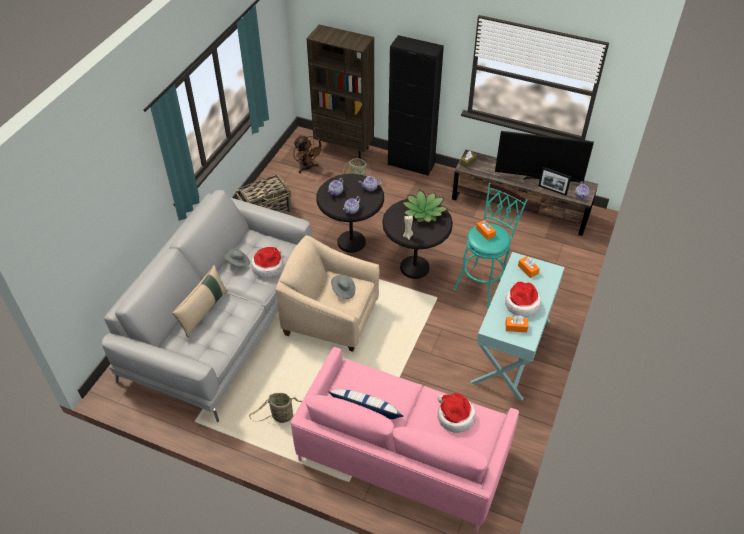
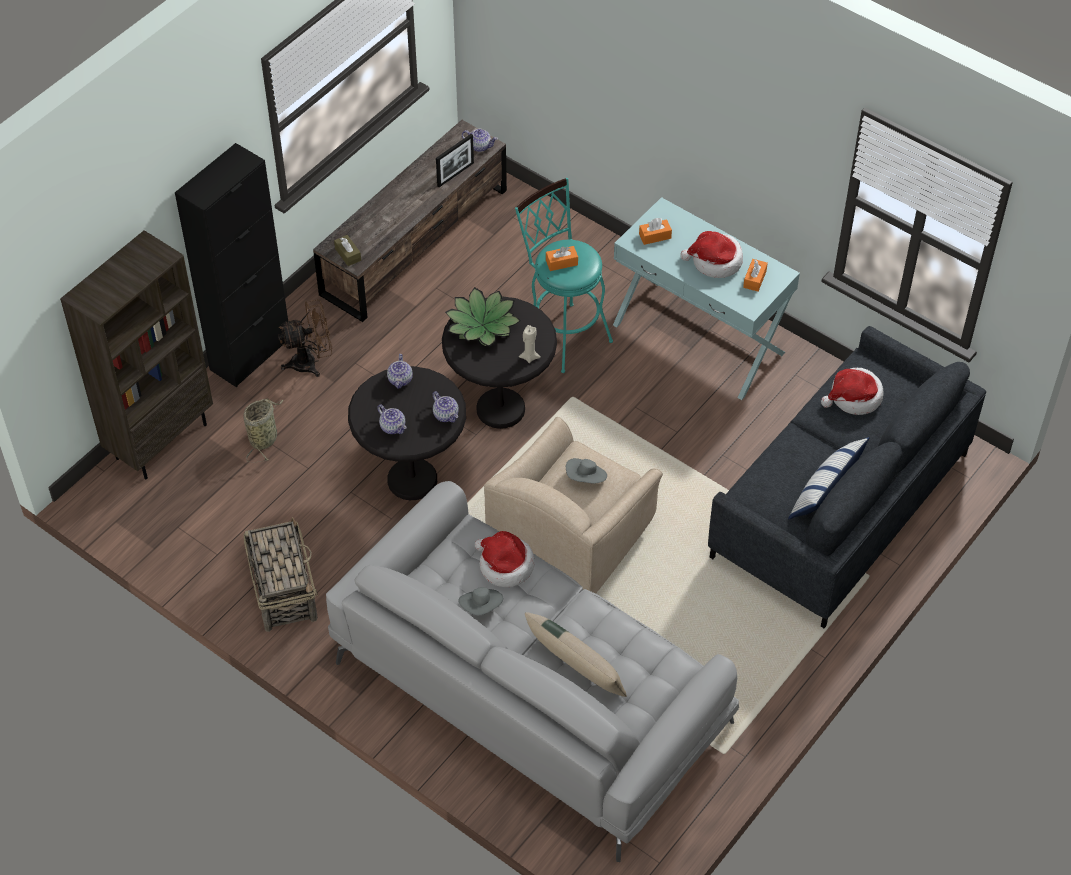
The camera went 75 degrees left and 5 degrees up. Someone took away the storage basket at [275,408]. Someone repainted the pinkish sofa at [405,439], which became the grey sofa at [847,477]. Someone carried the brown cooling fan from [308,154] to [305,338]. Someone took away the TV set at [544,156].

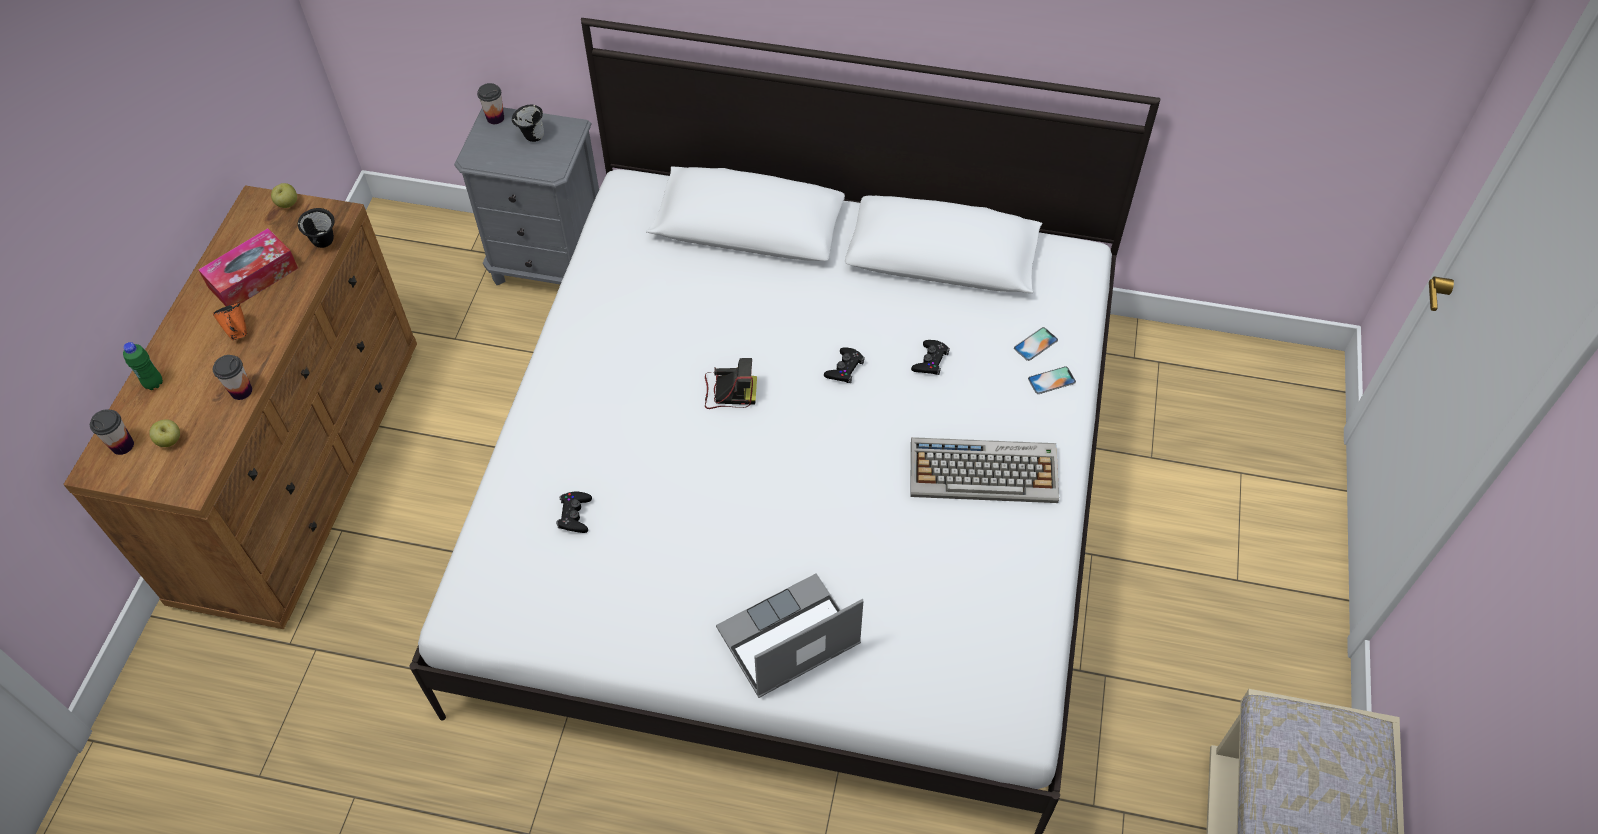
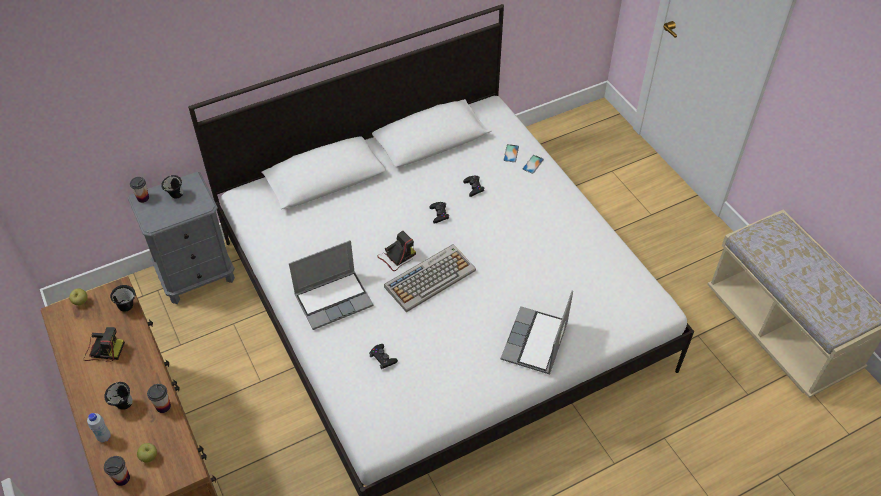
The camera went 40 degrees left and 5 degrees down. Someone repainted the greenish beverage bottle at [143,366], which became the whitish beverage bottle at [99,428]. Someone swapped the tissue box at [248,267] for the still camera at [104,344]. Someone took away the orangey tea mug at [230,322]. Someone carried the PC keyboard from [984,470] to [430,278]. Someone put down the blackish tea mug at [118,396]. Someone put down the notebook computer at [331,285].

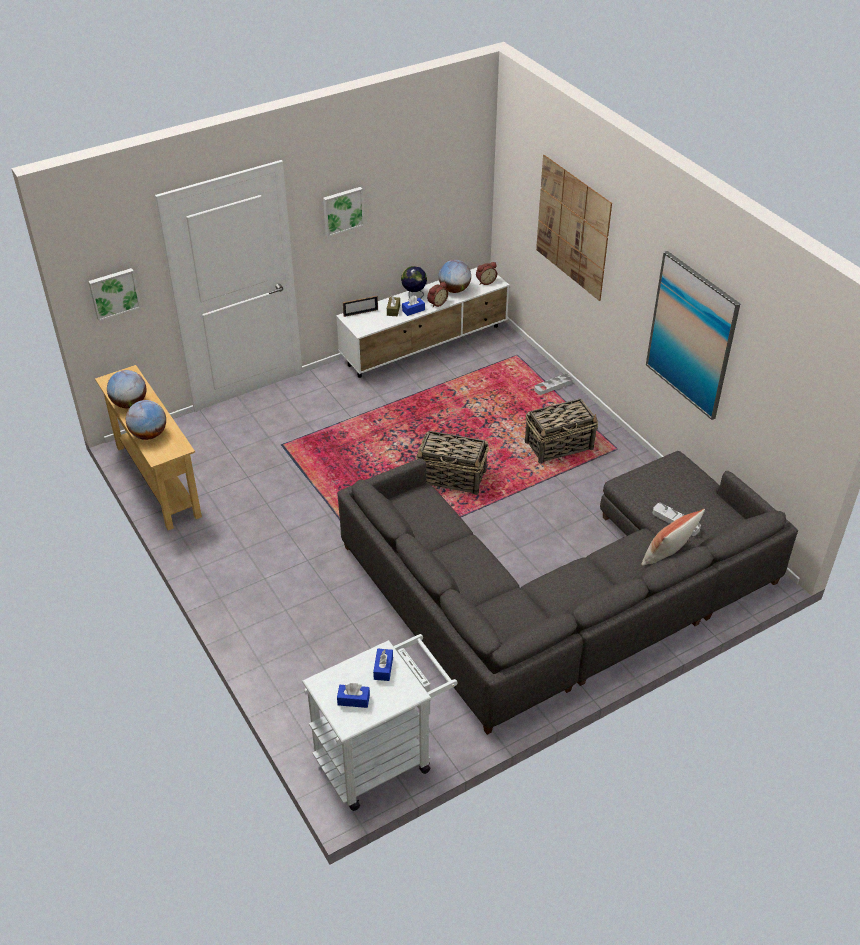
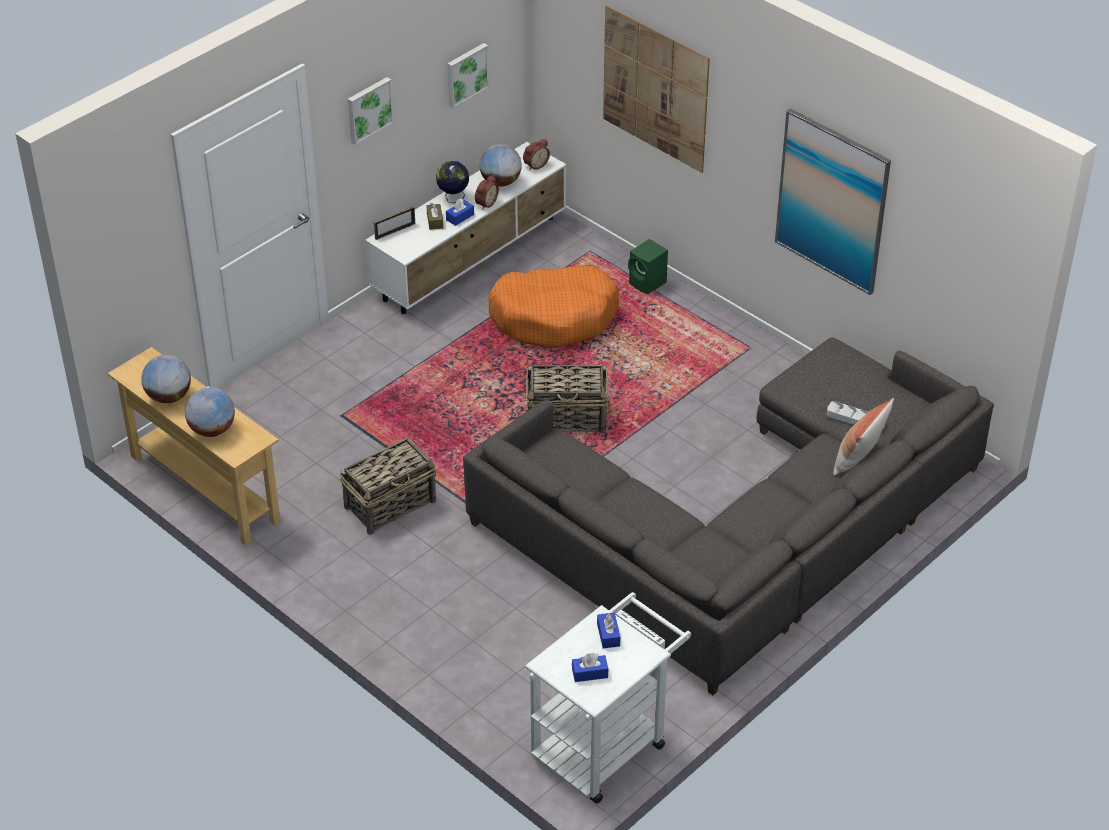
The camera went 15 degrees left and 0 degrees up. Someone carried the wall art from [114,294] to [468,75]. Someone carried the storage basket from [562,431] to [388,486]. Someone swapped the grey serving tray at [553,384] for the greenish audio speaker at [648,266]. Someone put down the orangey dog bed at [553,306].

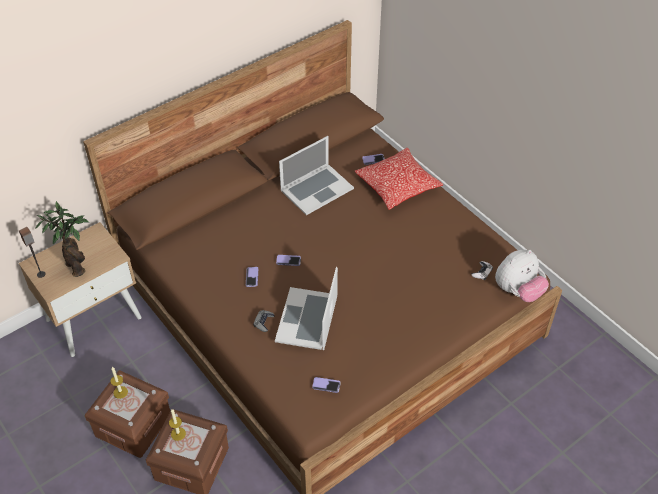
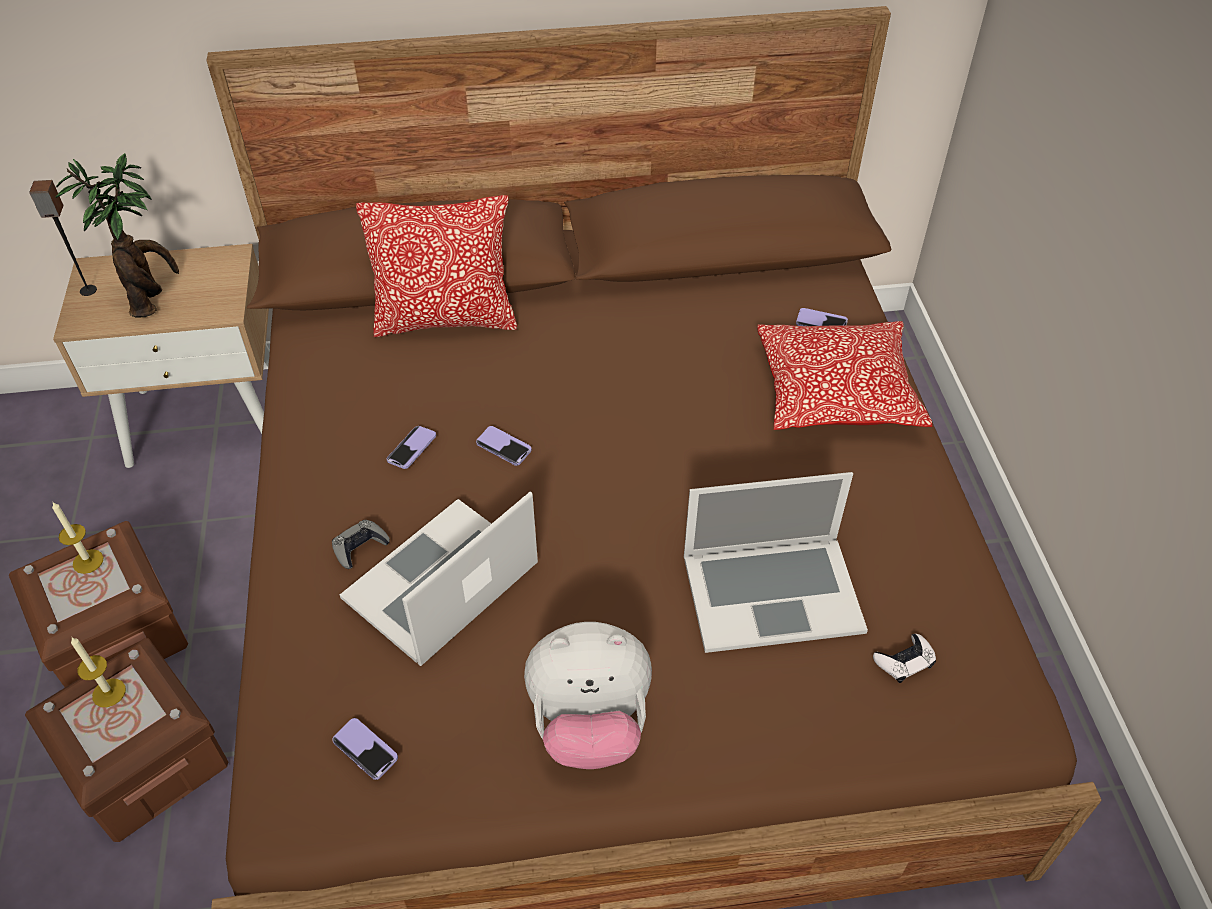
The camera went 30 degrees right and 0 degrees up. Someone carried the notebook computer from [316,175] to [776,562]. Someone carried the soft toy from [522,276] to [588,695]. Someone put down the cushion at [436,266].

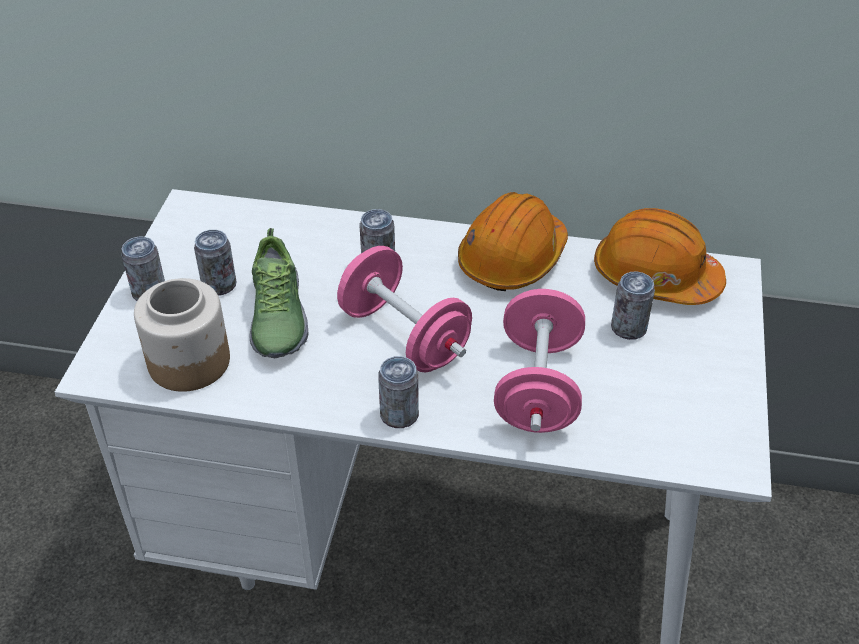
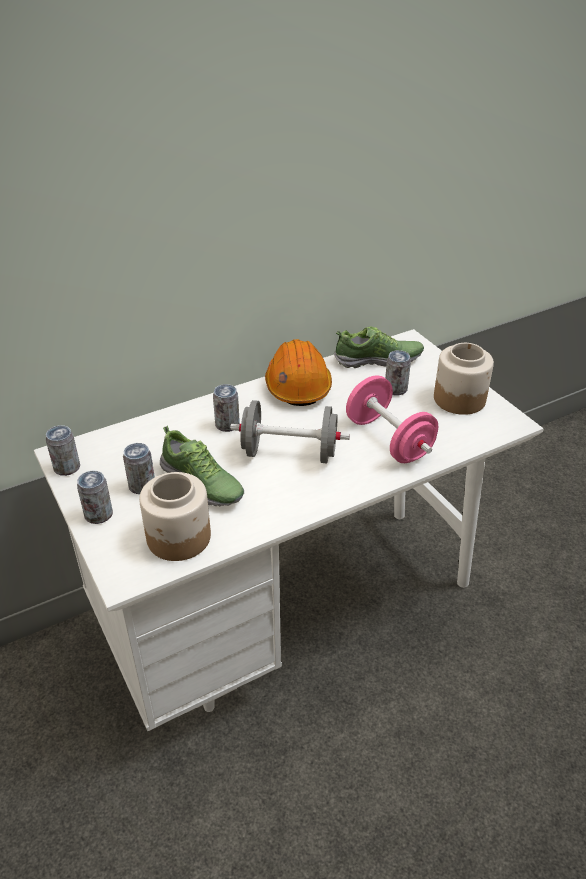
The camera went 40 degrees left and 5 degrees down. Someone repainted the pinkish free weight at [404,309], which became the grey free weight at [290,431]. Someone carried the sealed can from [398,392] to [63,450]. Someone swapped the orangey safety helmet at [660,256] for the item of footwear at [379,347]. Someone put down the preserve jar at [464,379].

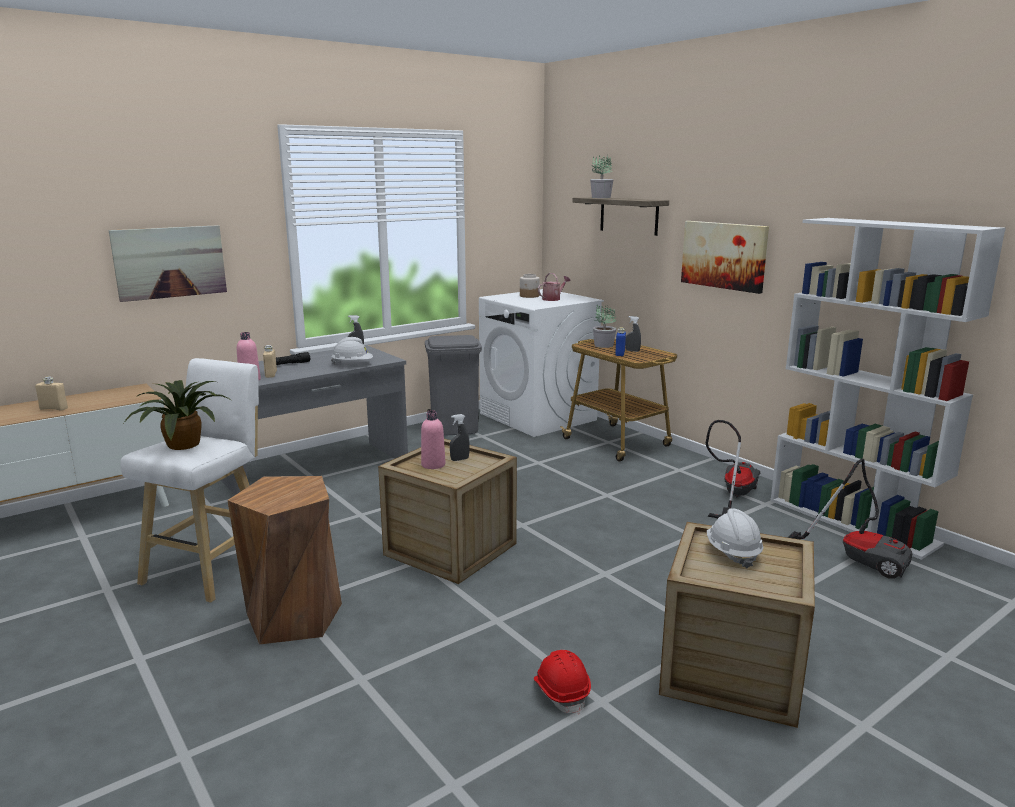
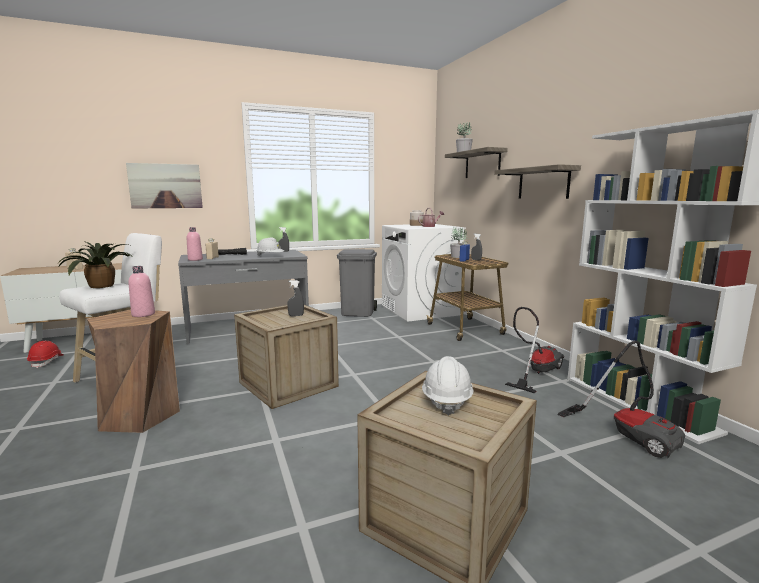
The camera went 15 degrees right and 5 degrees down. Someone carried the pinkish beverage bottle from [433,439] to [141,291]. Someone carried the red-coloured safety helmet from [562,682] to [45,354]. Someone swapped the wall art at [725,257] for the bracket shelf at [537,181].

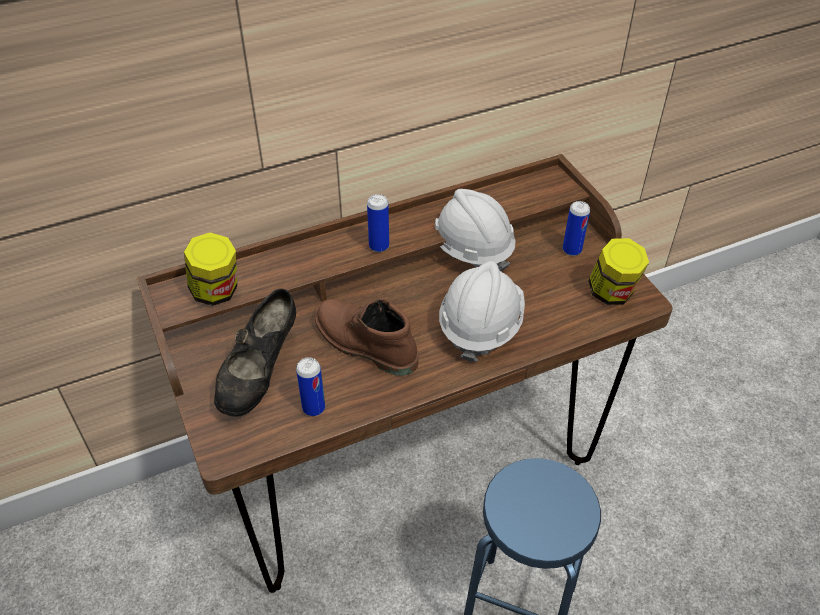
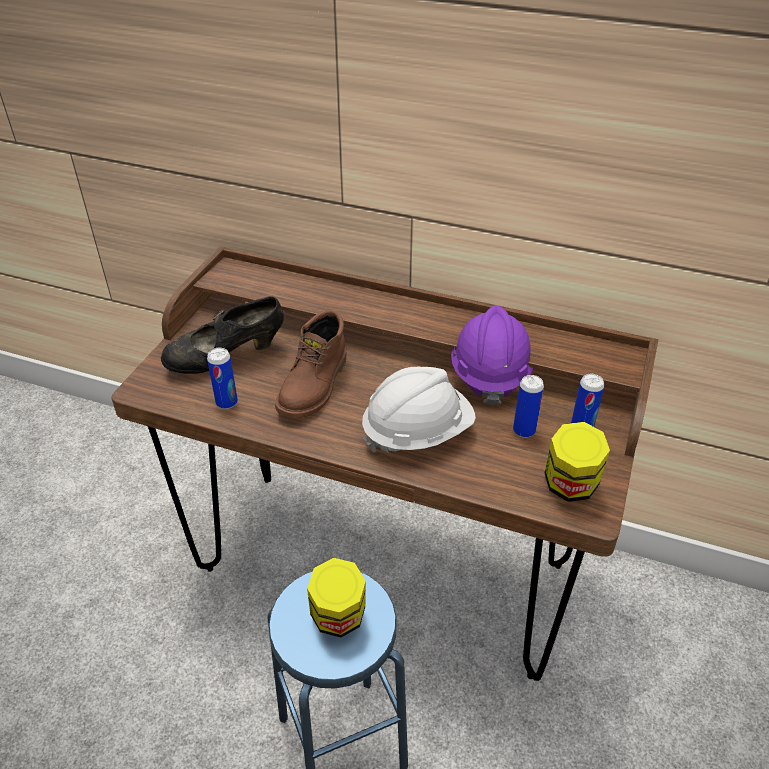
The camera went 45 degrees right and 5 degrees down. Someone carried the preserve jar from [210,269] to [336,598]. Someone rotated the brown tall boot at [367,337] by 150 degrees counterclockwise. Someone carried the sealed can from [378,223] to [528,406]. Someone repainted the whitish safety helmet at [475,230], which became the purple safety helmet at [492,355].

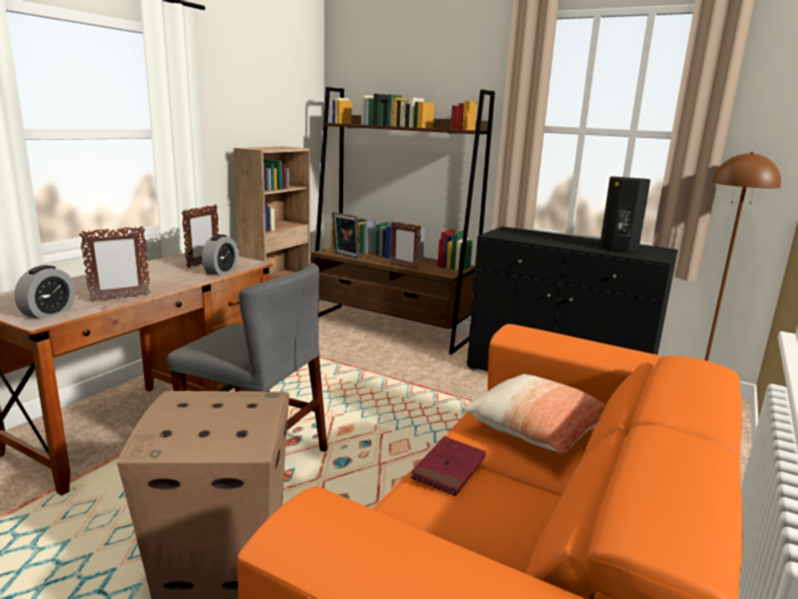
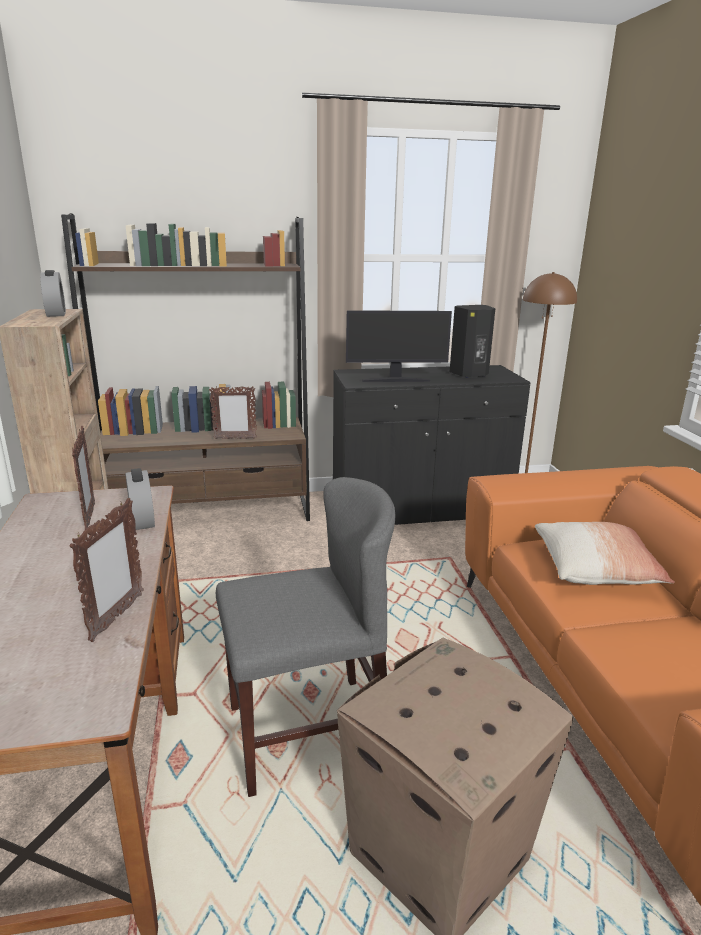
The camera went 40 degrees left and 5 degrees up. Someone carried the bedside clock from [44,292] to [53,293]. Someone took away the photo frame at [346,235]. Someone took away the red-coloured bound book at [448,466]. Someone put down the monitor at [399,346].

